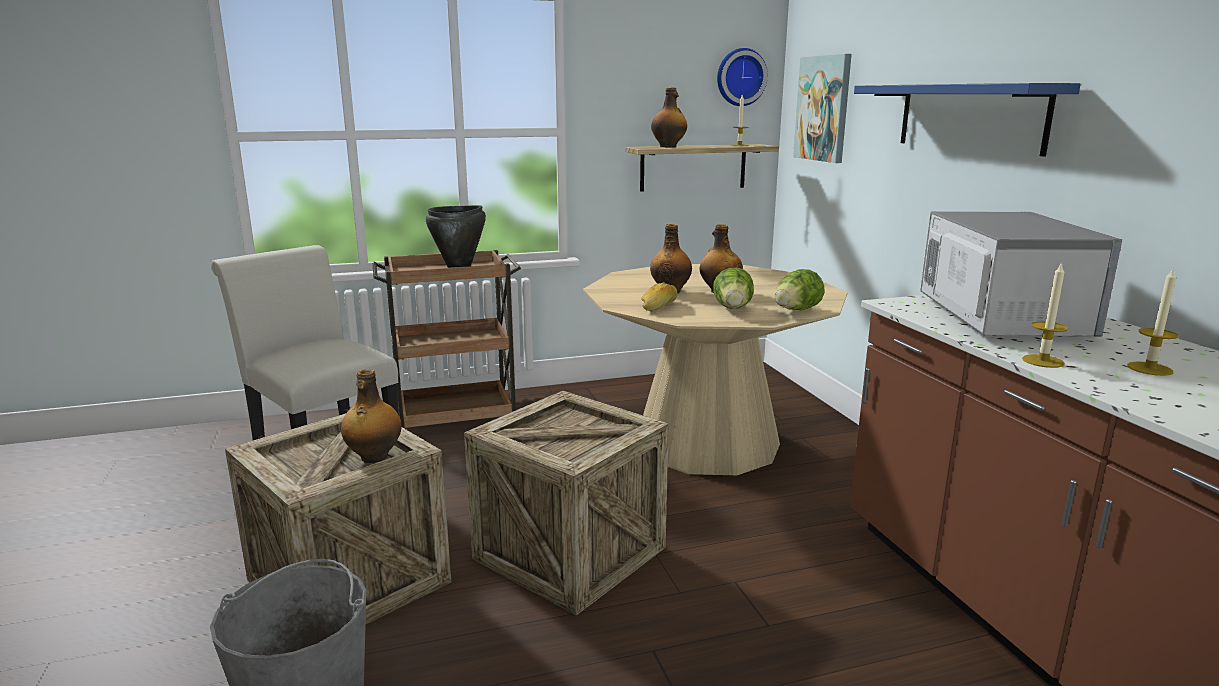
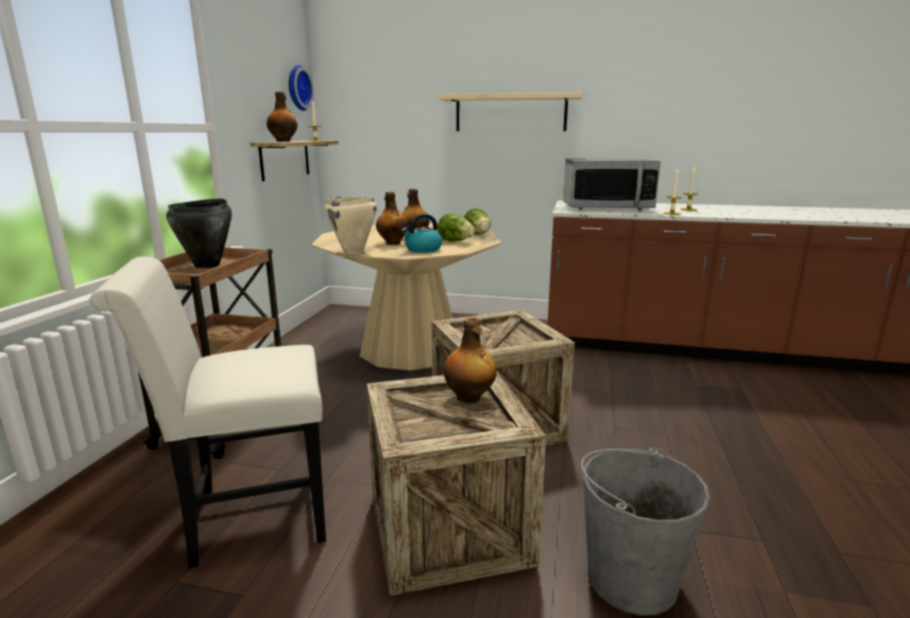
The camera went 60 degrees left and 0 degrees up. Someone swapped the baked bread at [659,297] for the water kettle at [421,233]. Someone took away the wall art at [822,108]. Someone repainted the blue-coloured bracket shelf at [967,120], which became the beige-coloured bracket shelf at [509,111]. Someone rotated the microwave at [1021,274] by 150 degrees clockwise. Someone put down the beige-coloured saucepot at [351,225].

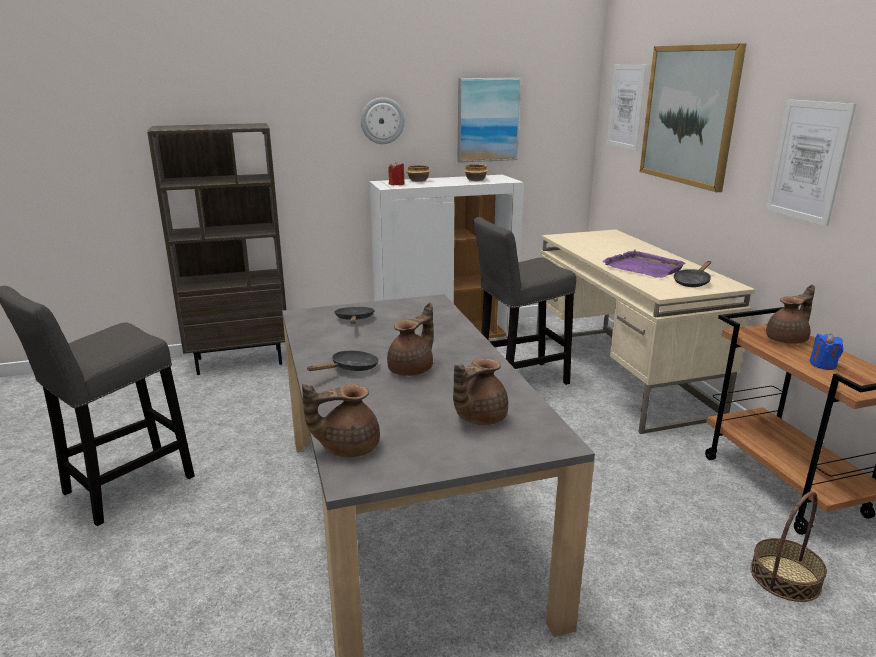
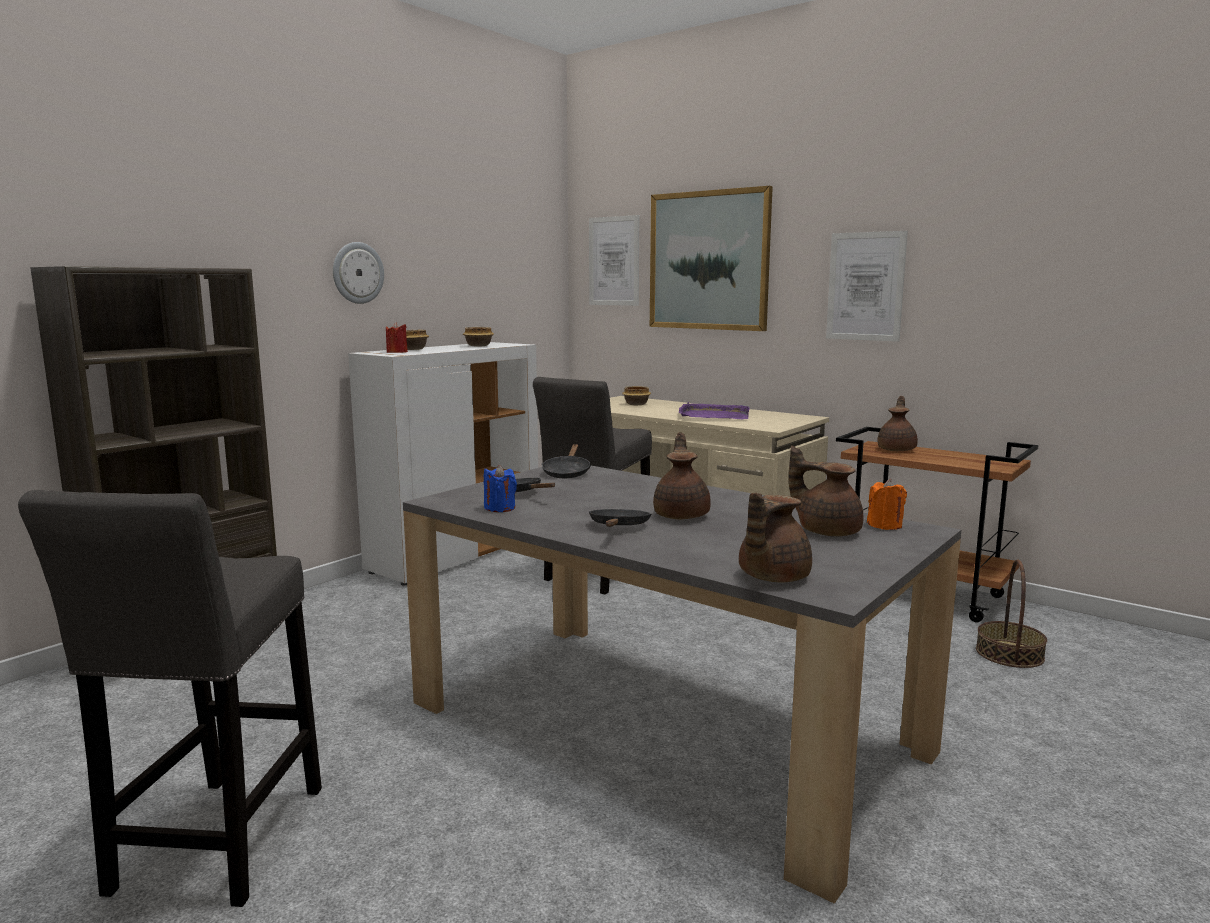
The camera went 35 degrees left and 10 degrees down. Someone rotated the brown tea pot at [480,391] by 120 degrees clockwise. Someone took away the wall art at [489,120]. Someone carried the blackish pan from [692,274] to [566,461]. Someone carried the blue-coloured wax candle from [826,351] to [500,488]. Someone put down the serving bowl at [636,395]. Someone put down the orangey wax candle at [887,504].

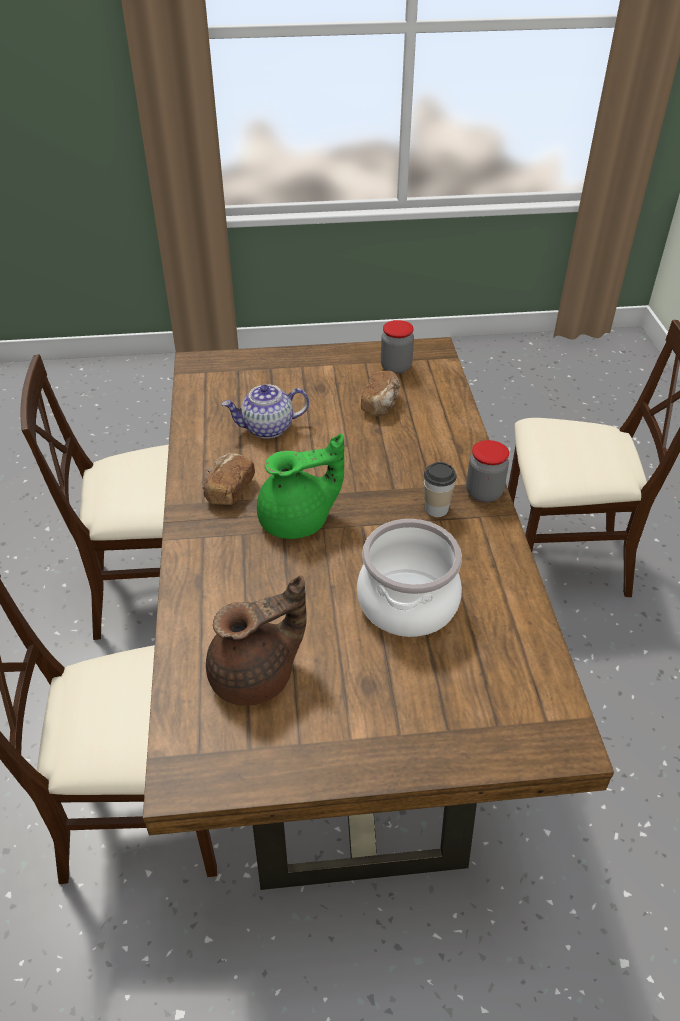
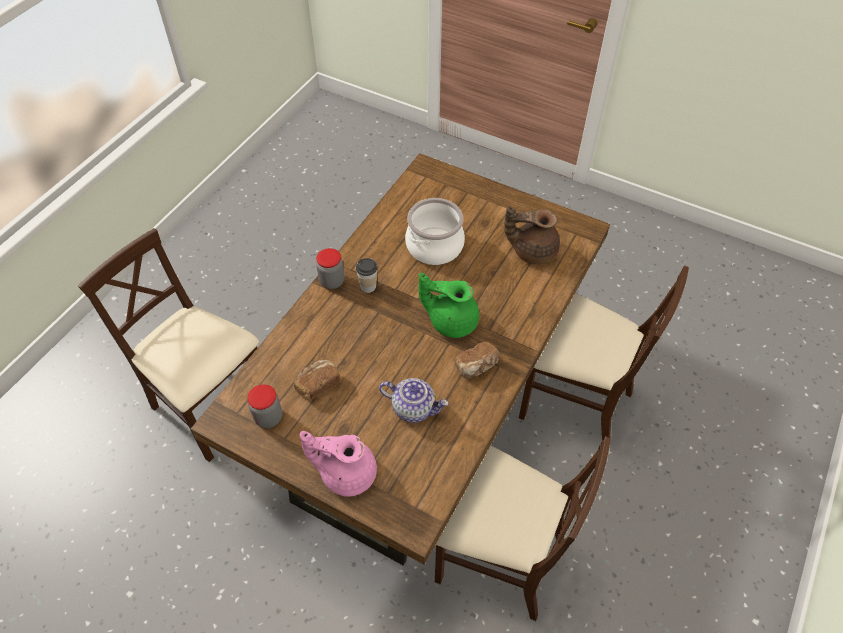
The camera went 145 degrees left and 10 degrees up. Someone put down the pinkish tea pot at [338,464].

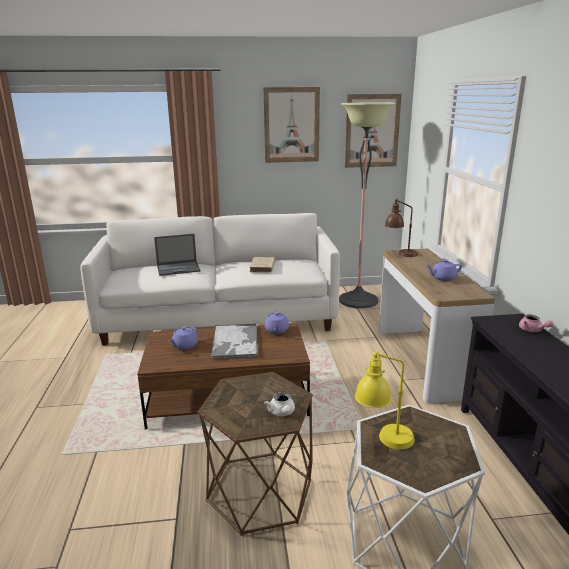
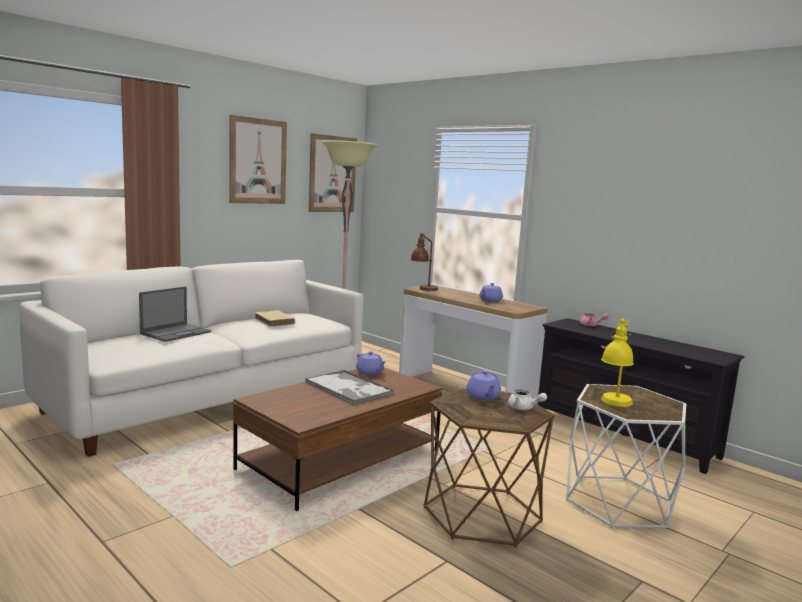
The camera went 40 degrees left and 10 degrees down. Someone carried the purple tea pot from [183,338] to [483,385].

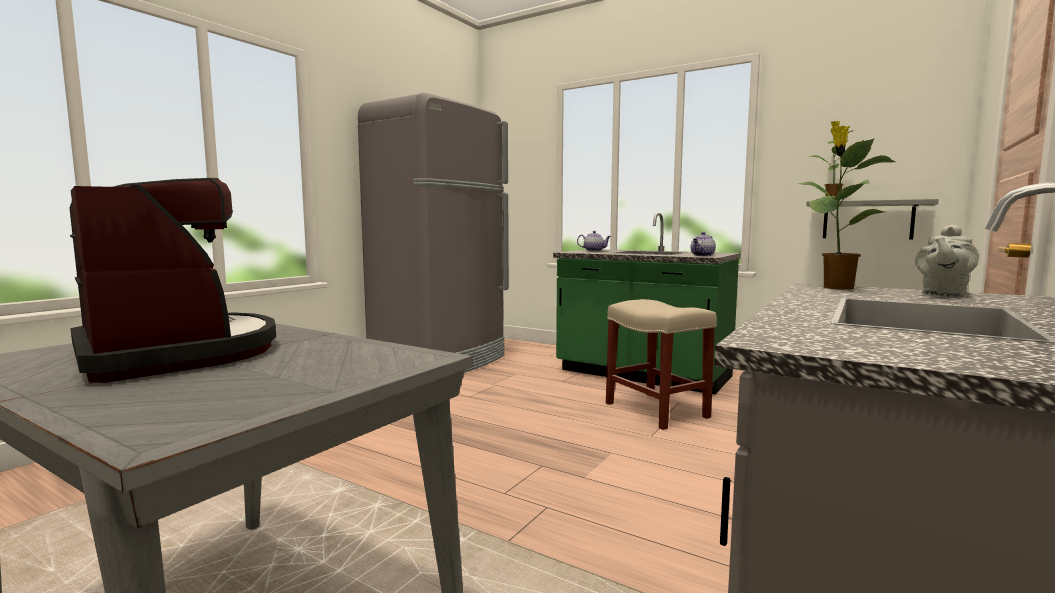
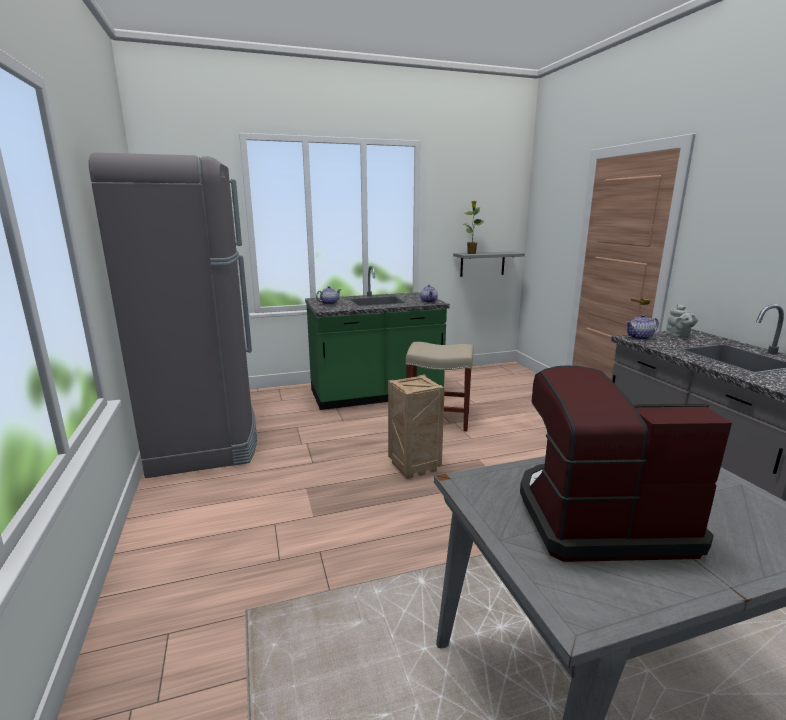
The camera went 50 degrees left and 10 degrees up. Someone swapped the houseplant at [847,208] for the tea pot at [642,327]. Someone put down the crate at [416,427].

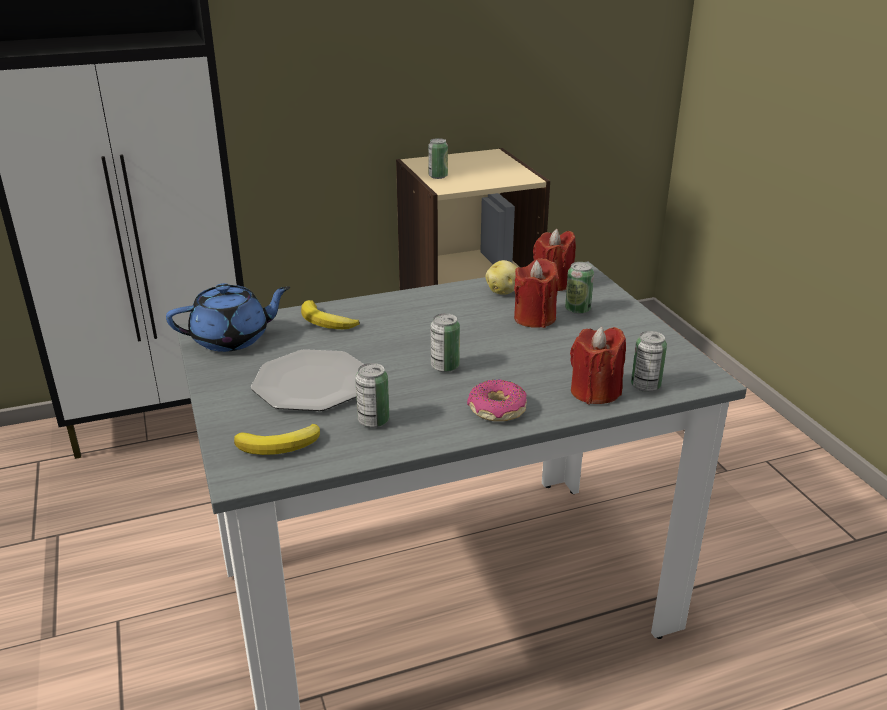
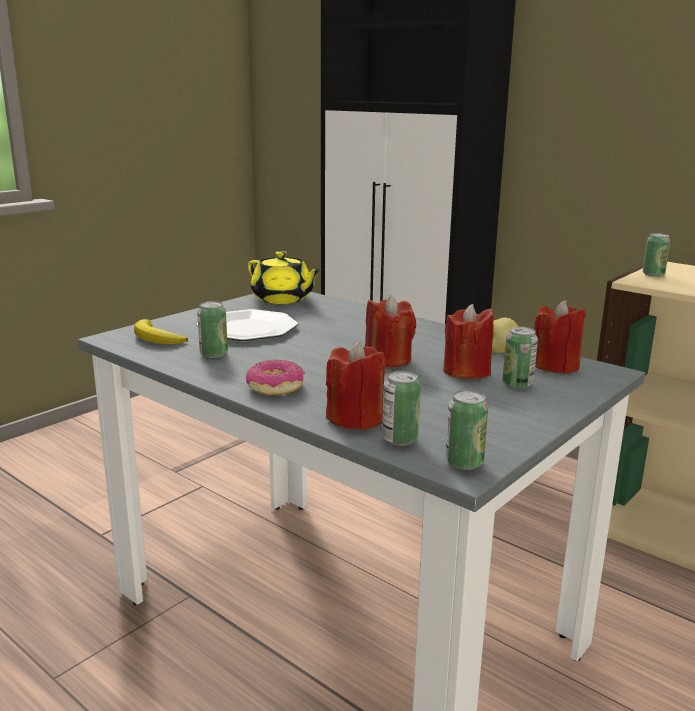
The camera went 60 degrees right and 10 degrees down. Someone repainted the blue-coloured tea pot at [228,317], which became the yellowish tea pot at [284,277]. Someone took away the banana fruit at [330,314]. Someone carried the sealed can from [445,342] to [466,430]. Someone put down the red-coloured wax candle at [390,331].

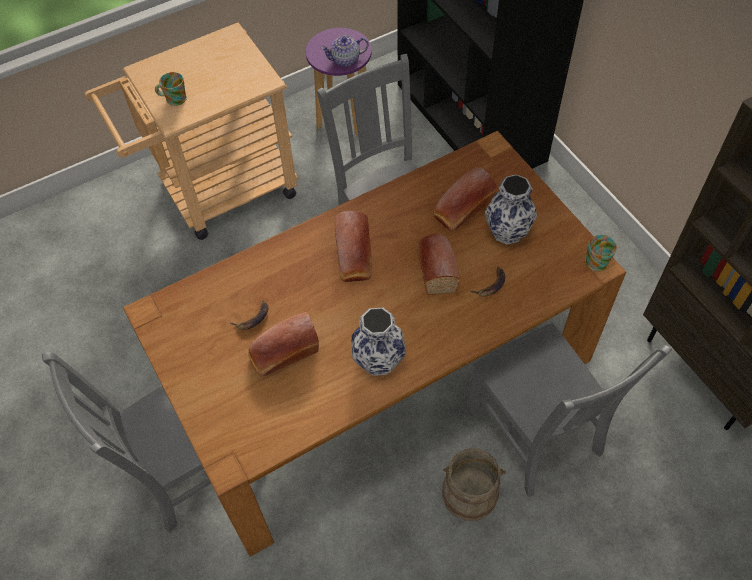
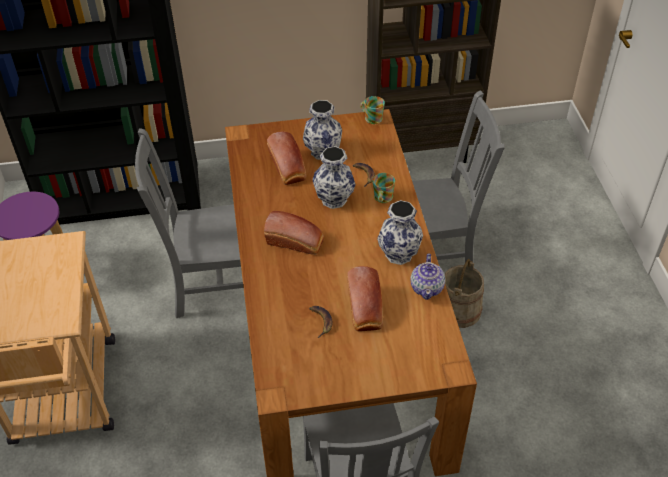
The camera went 70 degrees left and 10 degrees down. Someone carried the tea mug from [171,89] to [383,188]. Someone carried the tea pot from [345,51] to [428,276]. Someone swapped the baked bread at [438,264] for the decorative vase at [334,177].

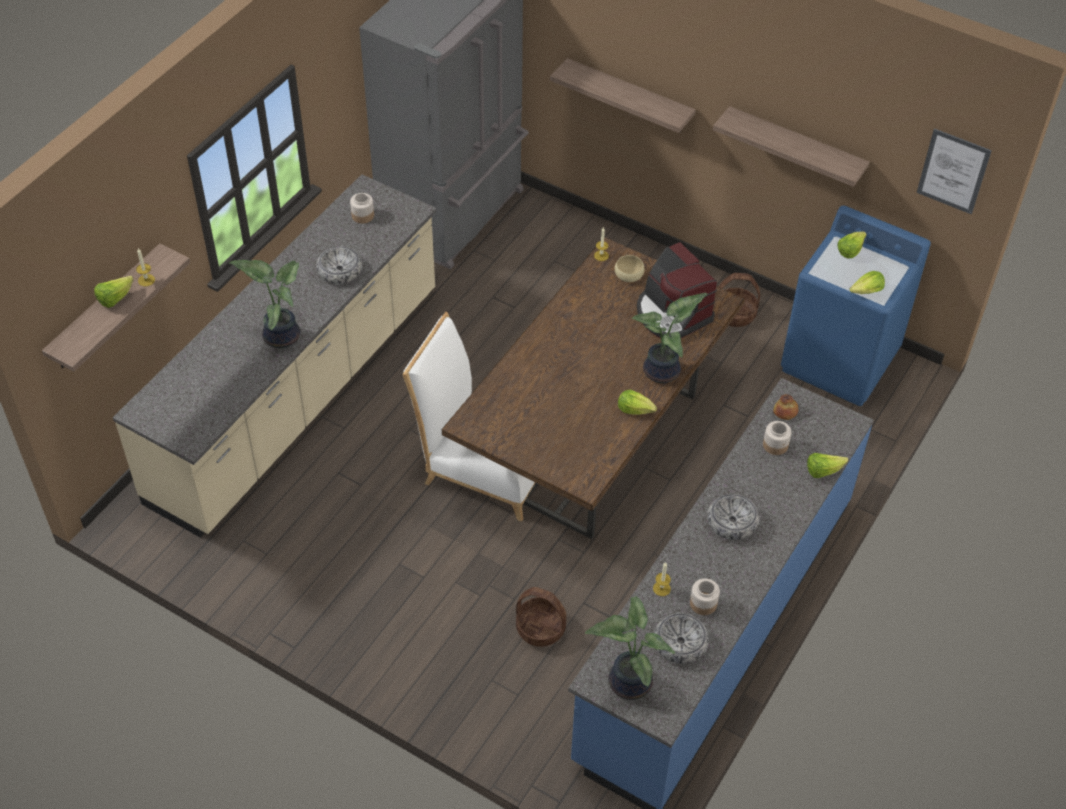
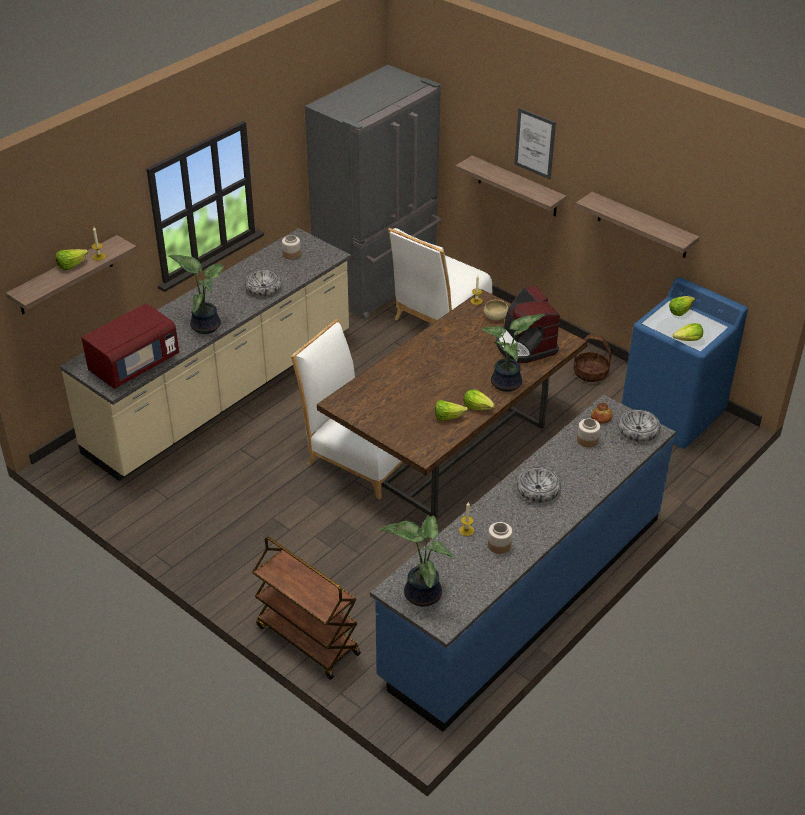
The camera went 10 degrees right and 10 degrees down. Someone took away the storage basket at [541,617]. Someone carried the serving bowl from [681,638] to [639,425]. Someone carried the head of lettuce from [827,465] to [451,410]. Someone carried the wall art from [954,171] to [535,143]. Someone put down the red-coloured microwave at [130,346]. Someone put down the brown trolley at [307,608]. Someone put down the whitish chair at [440,276].

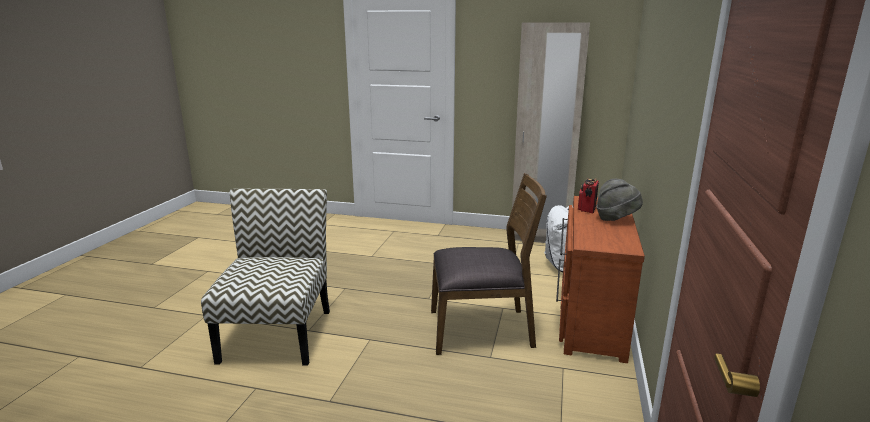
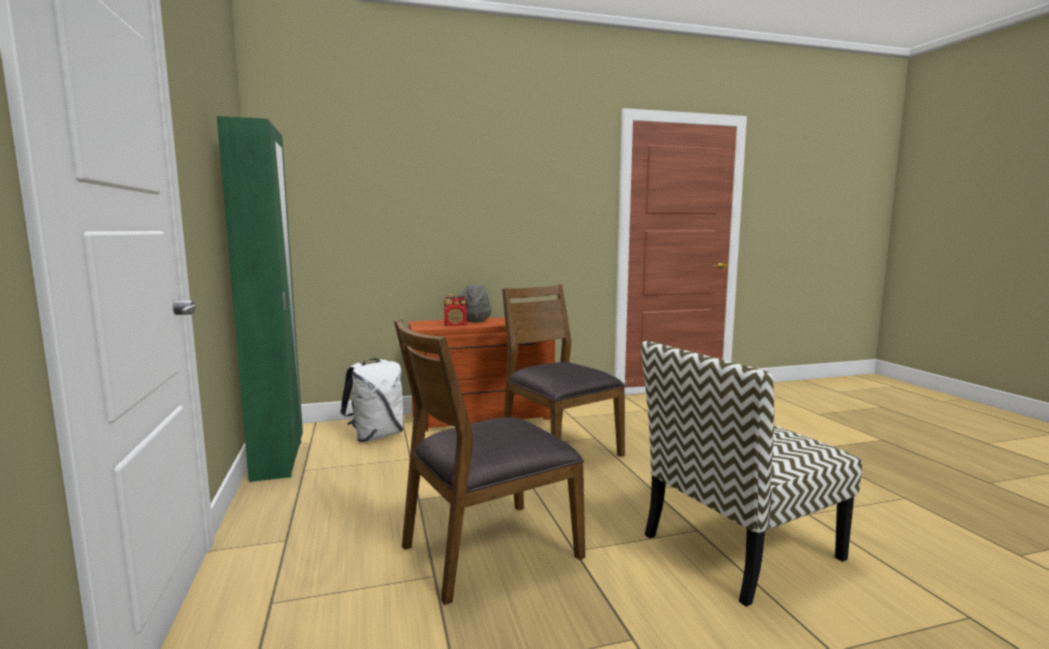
The camera went 120 degrees left and 10 degrees down. Someone repainted the beige-coloured armoire at [551,133], which became the greenish armoire at [260,299]. Someone put down the brown chair at [489,462].

